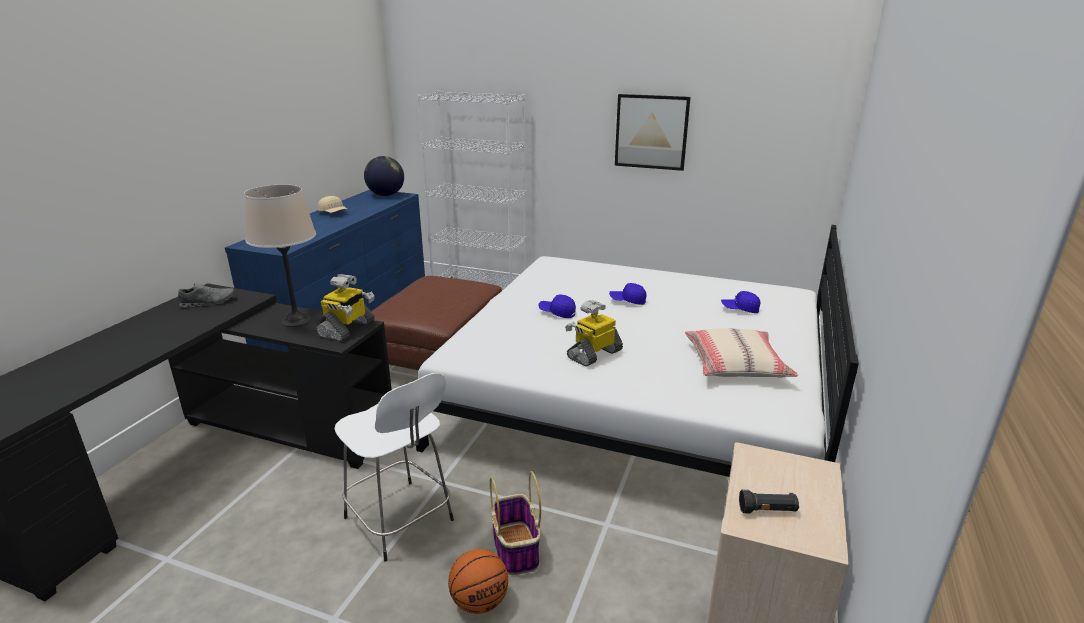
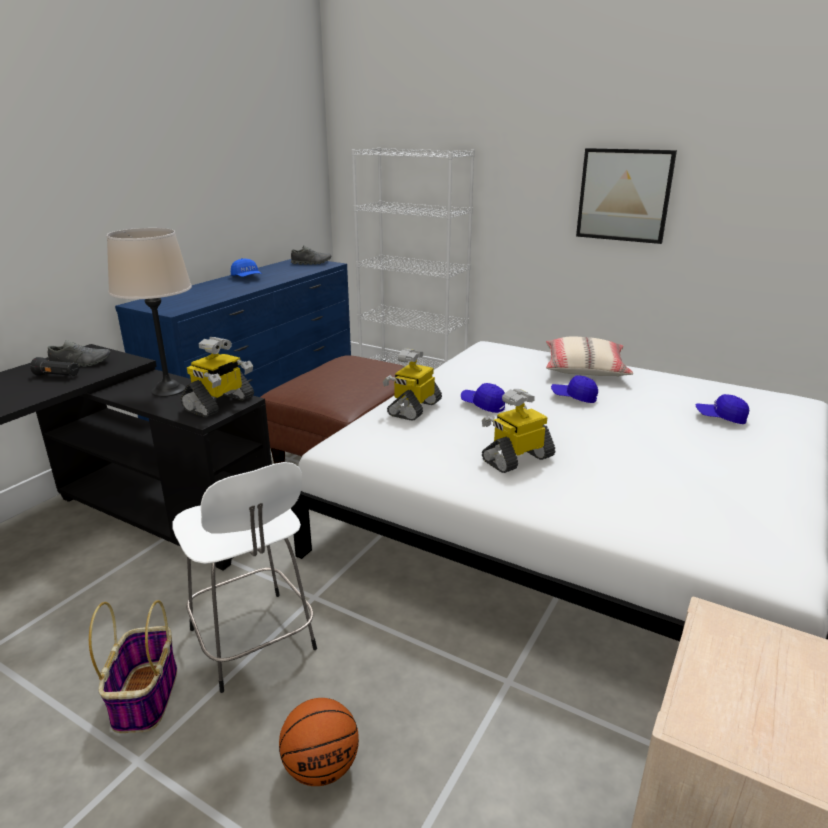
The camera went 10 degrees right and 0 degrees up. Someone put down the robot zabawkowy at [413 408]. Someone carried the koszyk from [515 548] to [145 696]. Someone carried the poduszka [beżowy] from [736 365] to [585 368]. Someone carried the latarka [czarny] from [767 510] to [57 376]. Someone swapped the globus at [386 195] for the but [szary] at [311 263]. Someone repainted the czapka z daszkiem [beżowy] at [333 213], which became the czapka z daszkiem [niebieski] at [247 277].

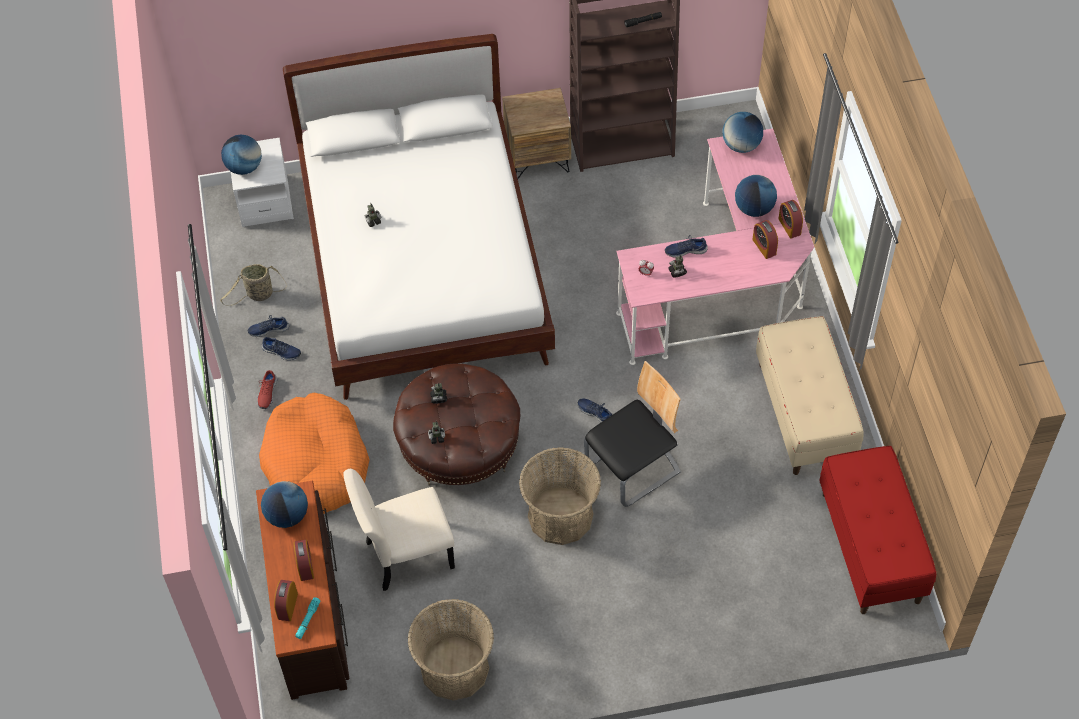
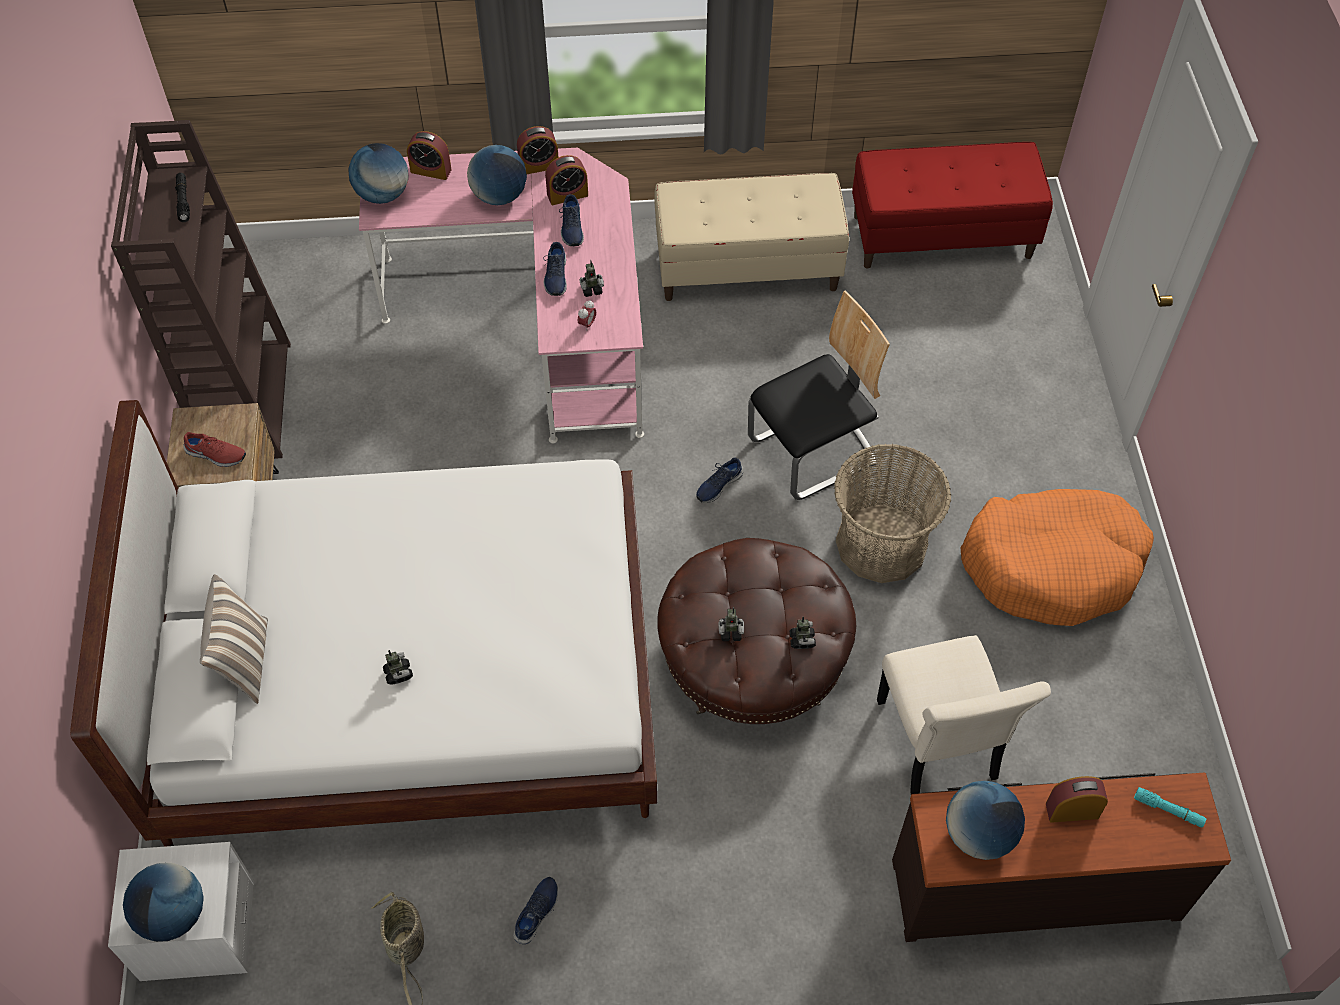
The camera went 85 degrees left and 0 degrees up. Someone took away the koszyk at [454 668]. Someone put down the poduszka at [244 661]. Someone carried the but [niebieski] from [268 329] to [571 228]. Someone carried the but [czerwony] from [267 393] to [215 455]. Someone carried the legowisko [pomarańczowy] from [317 463] to [1053 565]. Someone carried the budzik from [287 606] to [431 170]. Someone rotated the krzesło at [633 469] by 90 degrees clockwise.

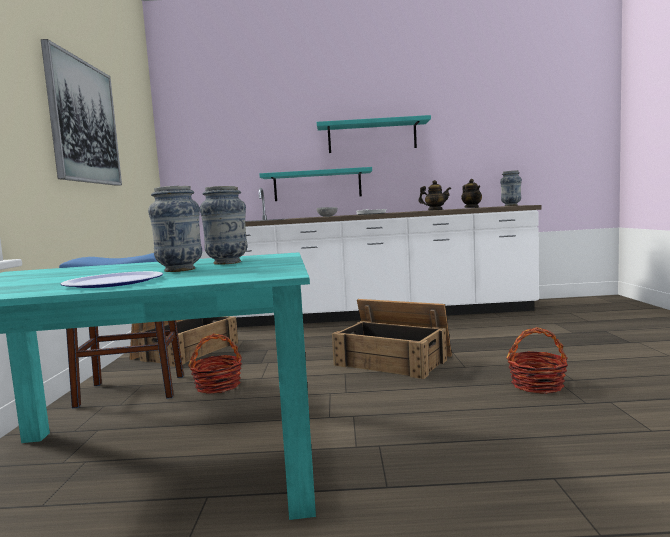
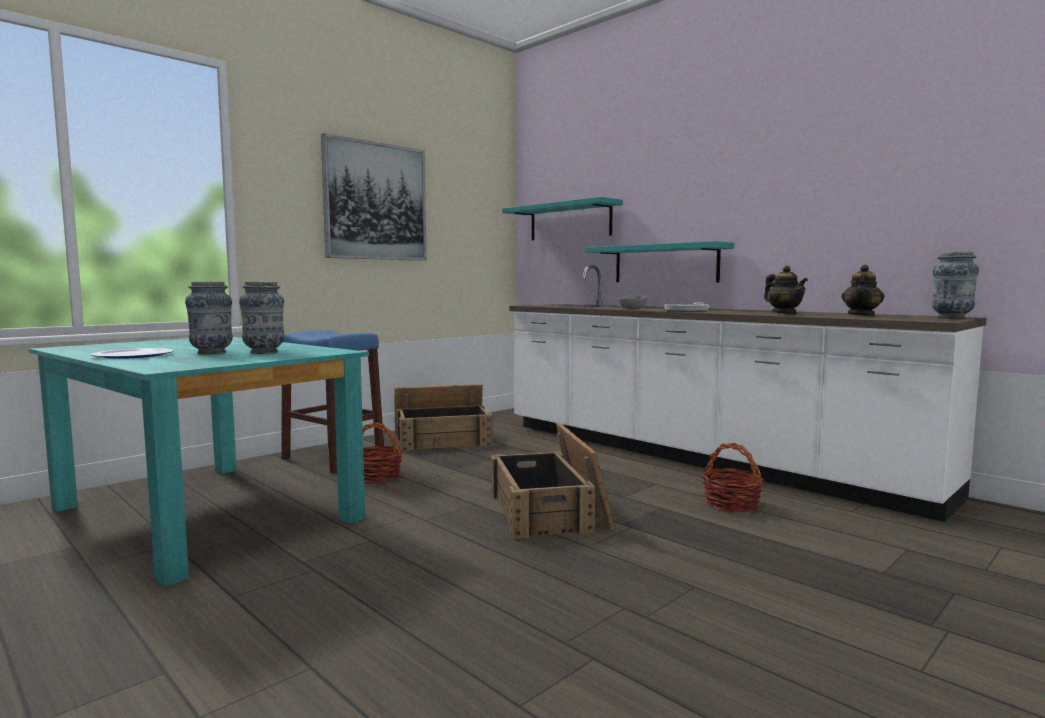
The camera went 45 degrees right and 0 degrees up. Someone carried the półka [turkusowy] from [372 137] to [570 221]. Someone carried the koszyk from [537 385] to [731 504].

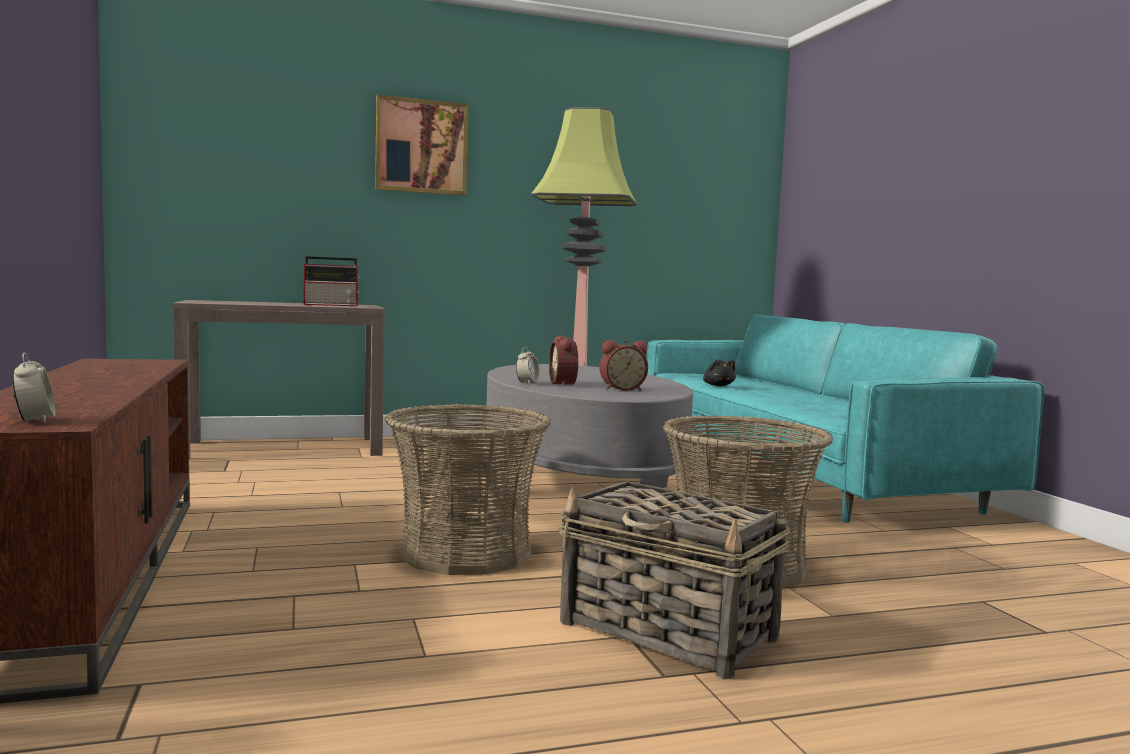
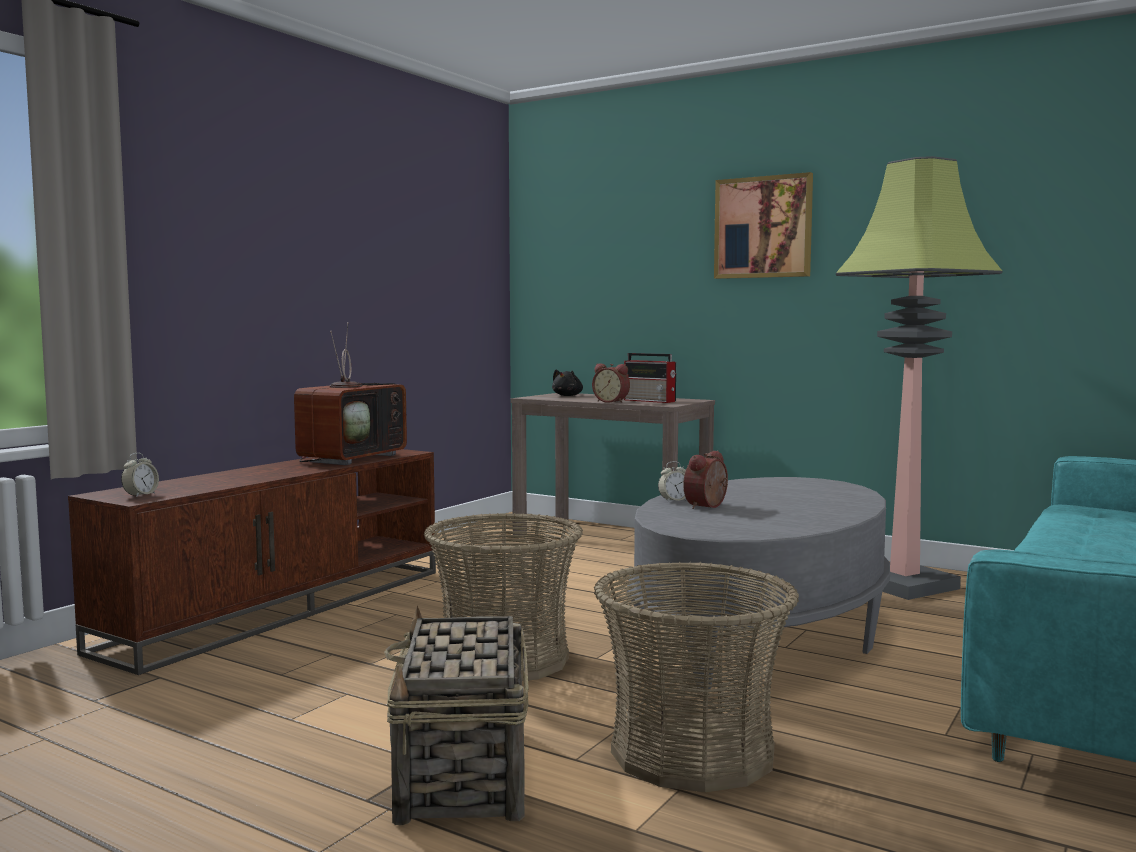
The camera went 50 degrees right and 0 degrees up. Someone put down the telewizor at [352 458]. Someone carried the budzik from [621 389] to [612 401]. Someone carried the pluszak [czarny] from [718 386] to [568 396].

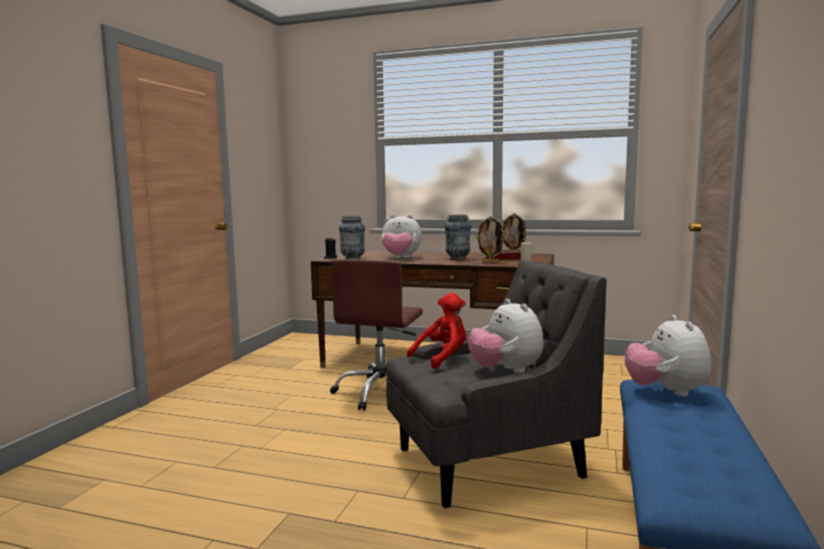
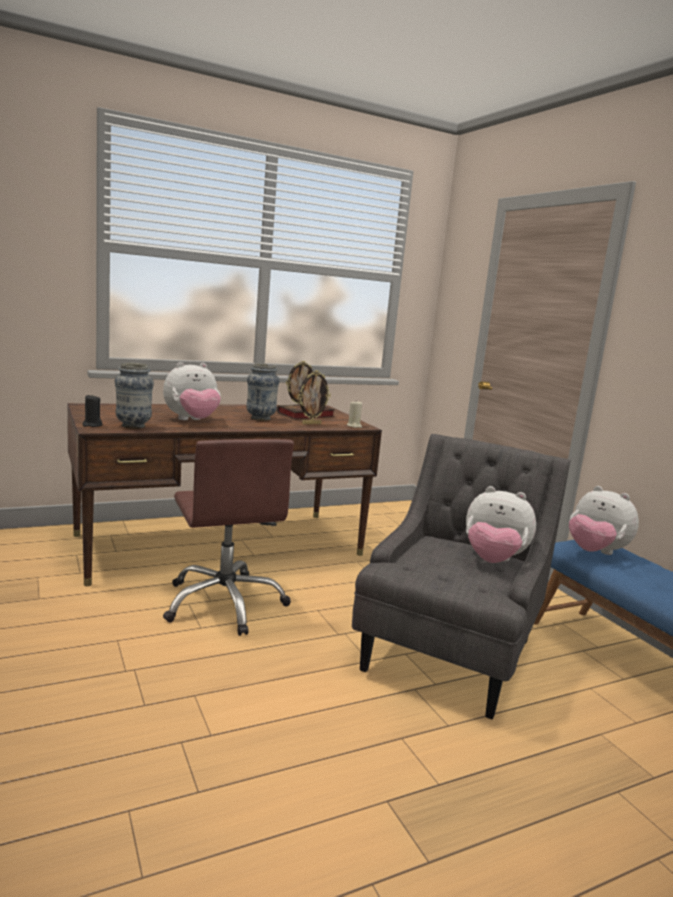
The camera went 45 degrees left and 5 degrees up. Someone took away the pluszak [czerwony] at [442 358].

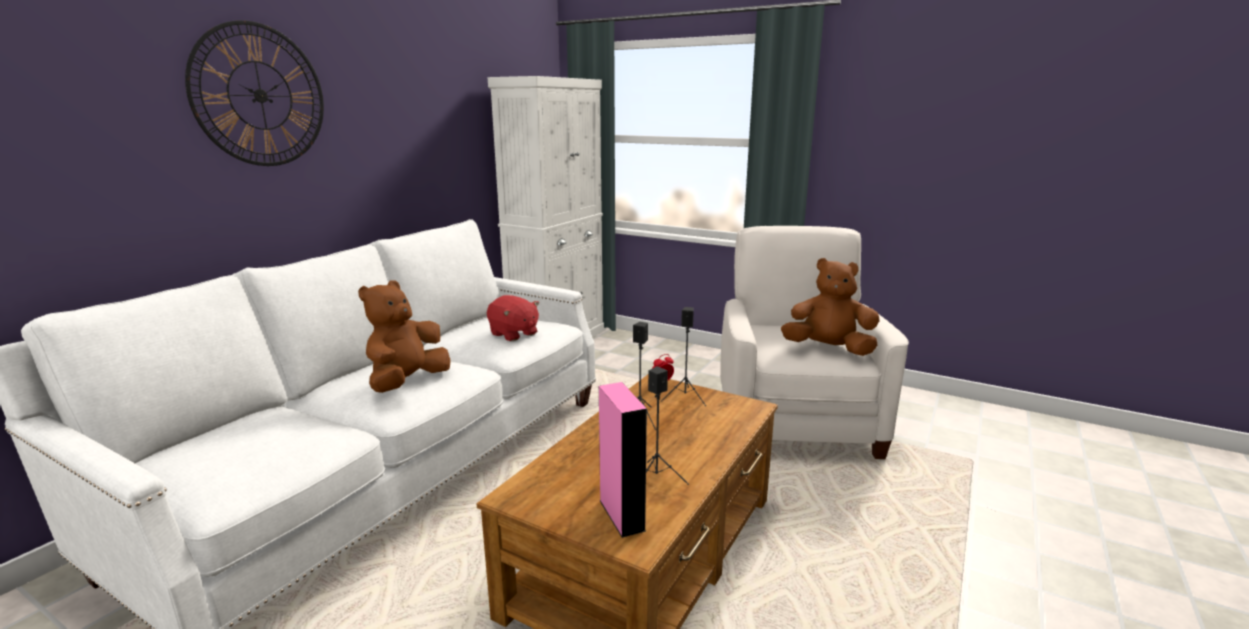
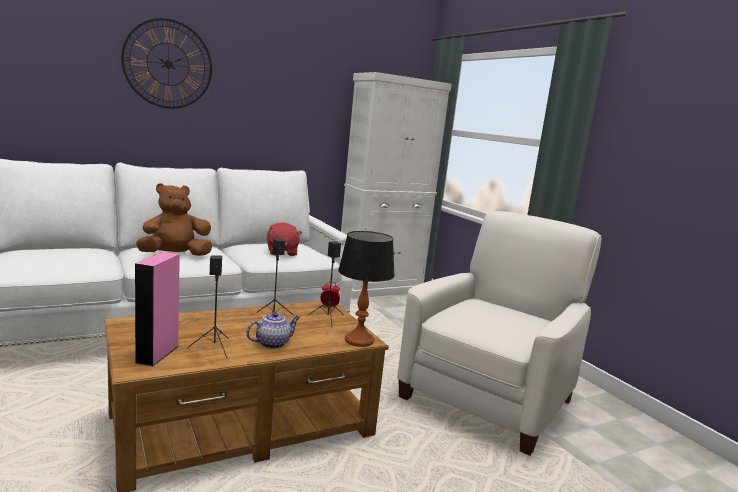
The camera went 30 degrees right and 5 degrees down. Someone took away the pluszak [brązowy] at [828 349]. Someone put down the imbryk at [273 343]. Someone put down the lampa stołowa at [358 340].

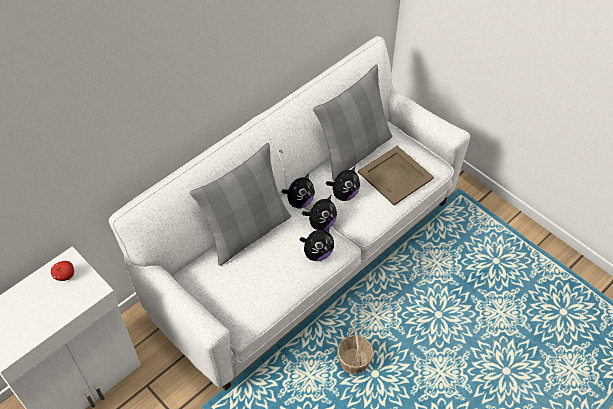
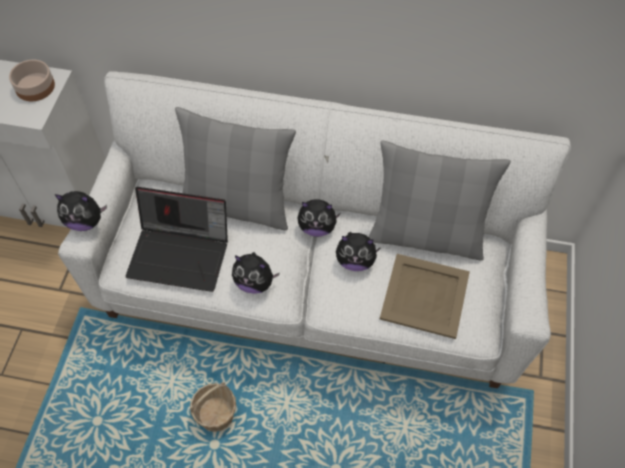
The camera went 55 degrees right and 5 degrees up. Someone put down the laptop at [181 254]. Someone carried the pluszak from [321 223] to [85 221]. Someone swapped the jabłko at [65 276] for the miska at [35 86].

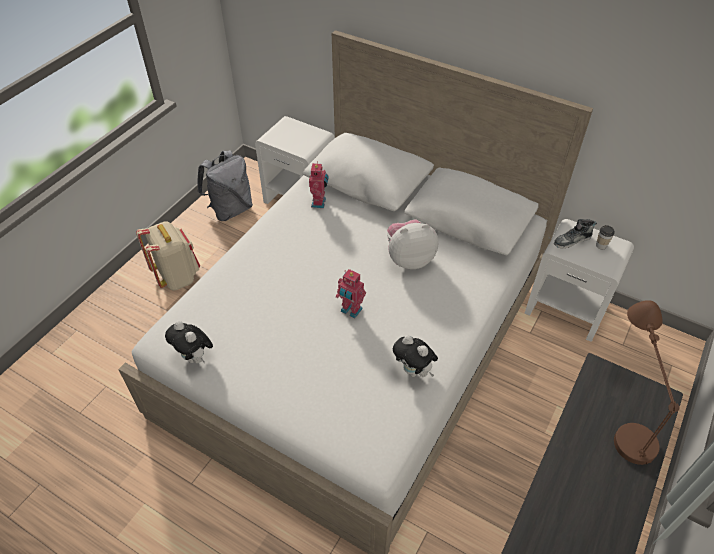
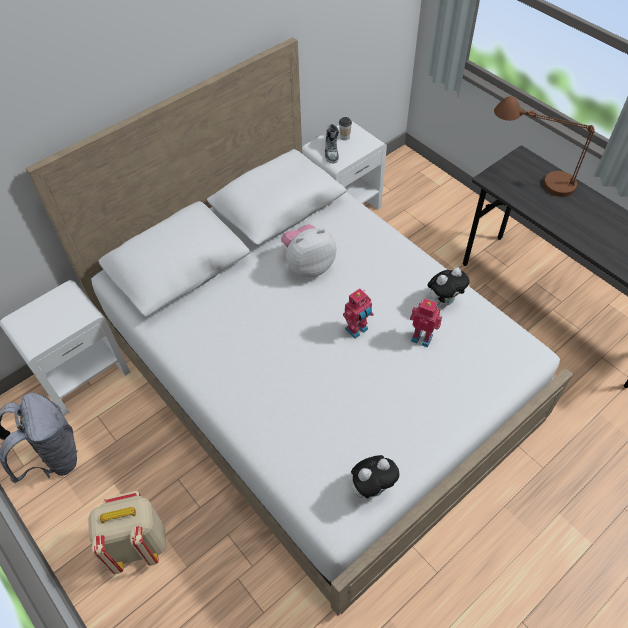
The camera went 70 degrees left and 5 degrees up. Someone carried the robot zabawkowy from [319 203] to [422 337]. Someone rotated the pluszak at [409 258] by 60 degrees clockwise.

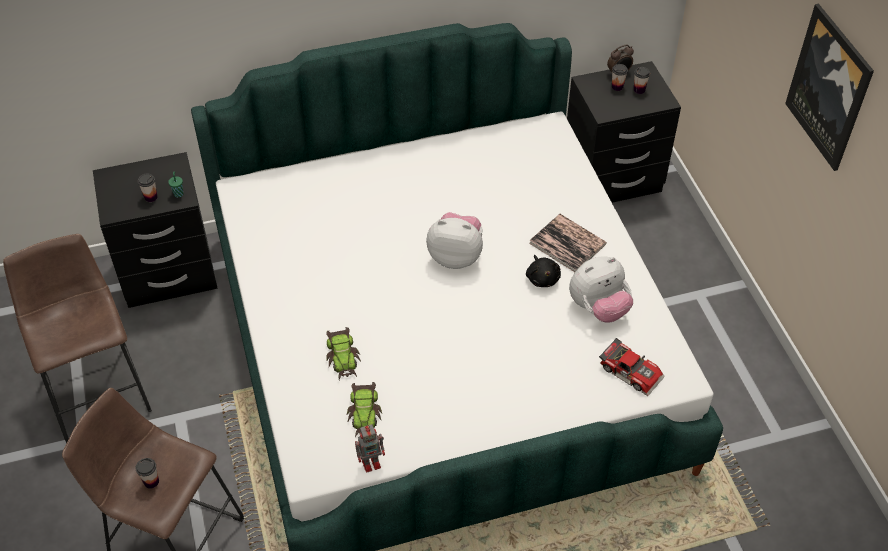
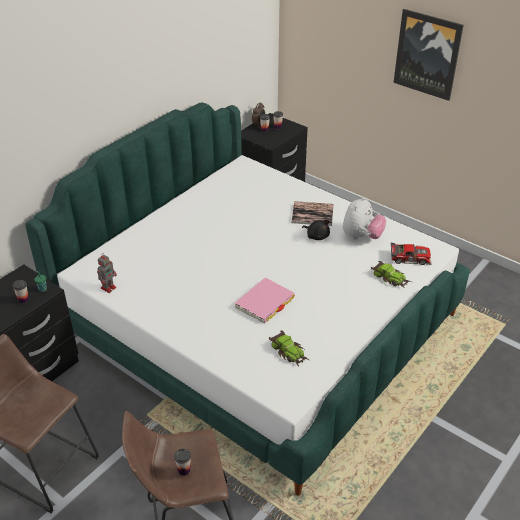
The camera went 35 degrees left and 10 degrees down. Someone took away the pluszak at [456 256]. Someone put down the książka [różowy] at [265 302]. Someone carried the samochodzik from [343 357] to [390 278]. Someone carried the robot zabawkowy from [372 462] to [109 287].

